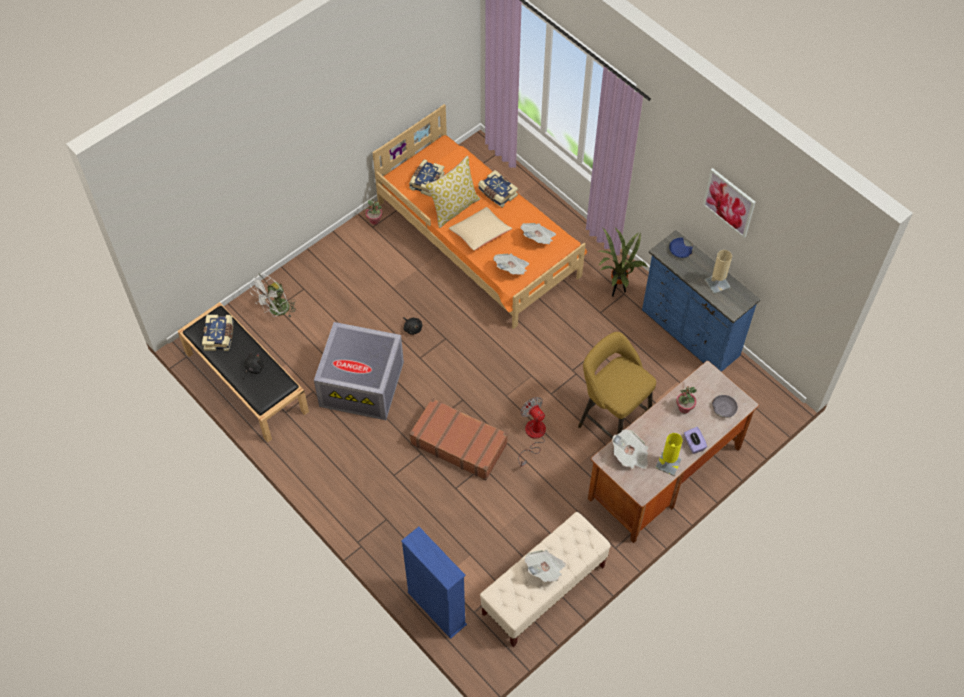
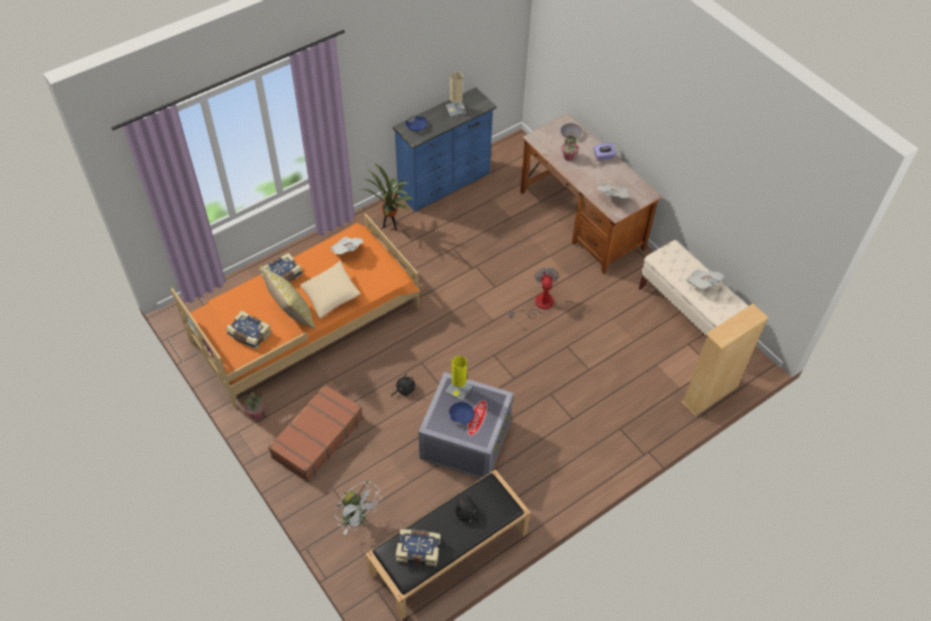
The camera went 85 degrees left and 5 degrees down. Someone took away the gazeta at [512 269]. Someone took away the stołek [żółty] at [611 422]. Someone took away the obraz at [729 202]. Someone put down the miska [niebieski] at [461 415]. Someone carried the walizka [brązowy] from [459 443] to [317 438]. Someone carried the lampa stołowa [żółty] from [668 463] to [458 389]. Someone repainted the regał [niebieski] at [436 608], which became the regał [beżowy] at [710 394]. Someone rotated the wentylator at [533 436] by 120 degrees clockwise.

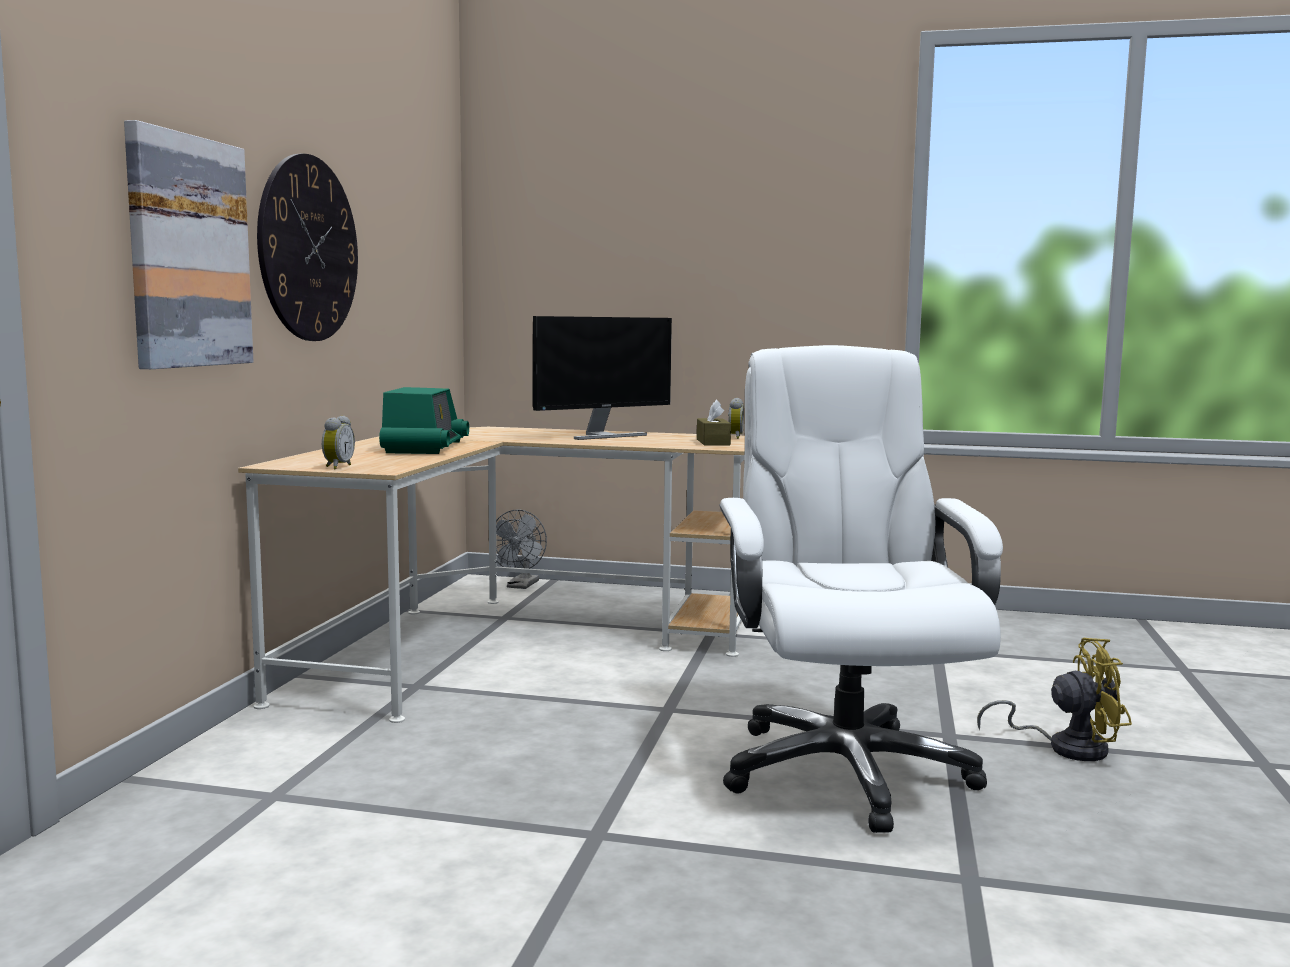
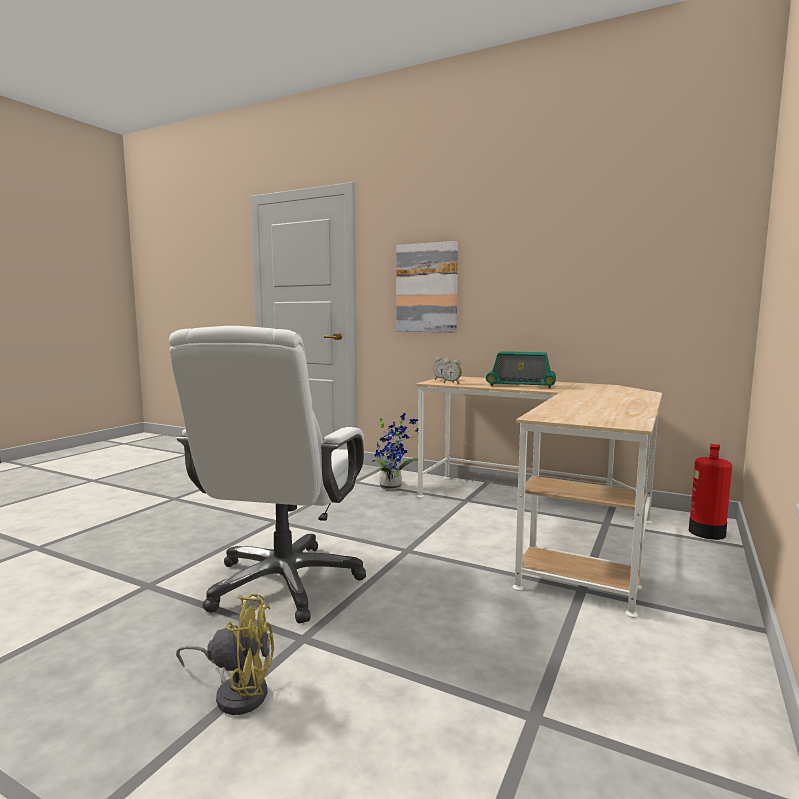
The camera went 105 degrees right and 0 degrees up. Someone took away the zegar ścienny at [308 249]. Someone took away the monitor at [602 436]. Someone took away the pudełko chusteczek [brązowy] at [713 442]. Someone put down the roślina doniczkowa at [393 487]. Someone carried the budzik from [733 437] to [452 383]. Someone swapped the wentylator [szary] at [521 586] for the gaśnica at [706 533]. Someone rotated the krzesło biurowe [biały] at [844 770] by 90 degrees clockwise. Someone rotated the wentylator [żółty] at [1066 747] by 105 degrees counterclockwise.

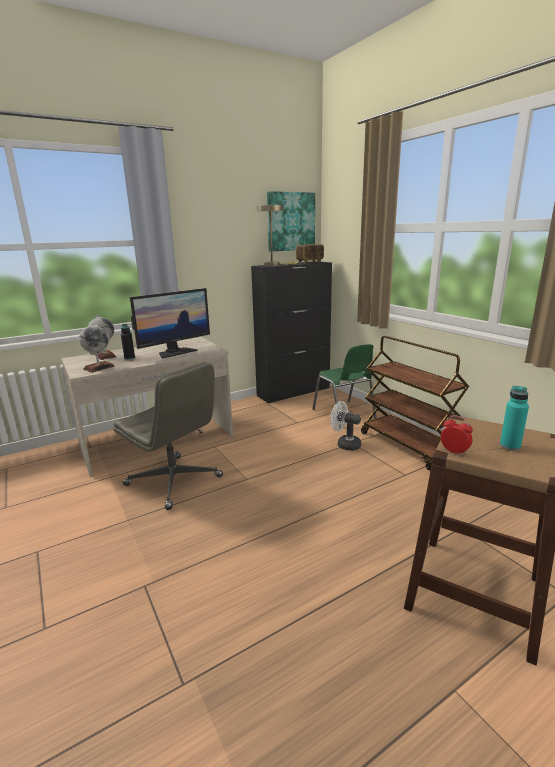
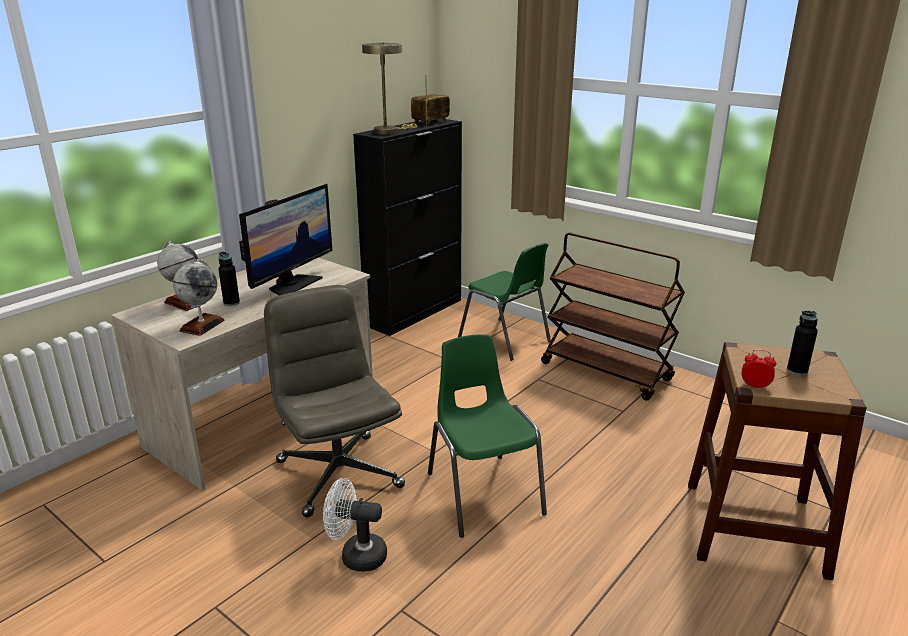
The camera went 20 degrees left and 5 degrees up. Someone took away the obraz at [290 221]. Someone put down the krzesło [zielony] at [483 492]. Someone carried the wentylator [biały] from [345 444] to [356 555]. Someone repainted the butelka [turkusowy] at [510 446], which became the butelka [czarny] at [797 371]. Someone rotated the krzesło biurowe [szary] at [175 481] by 135 degrees counterclockwise.

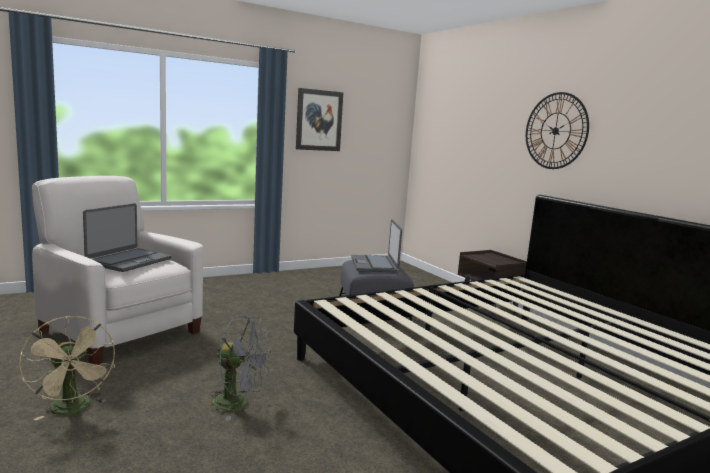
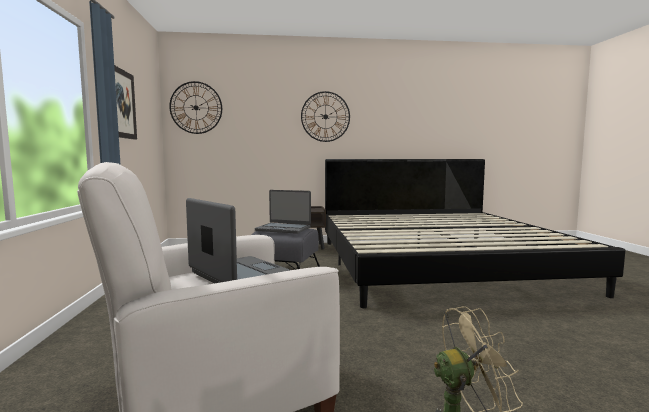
The camera went 65 degrees left and 5 degrees down. Someone took away the wentylator [szary] at [238 404]. Someone put up the zegar ścienny at [196 107].

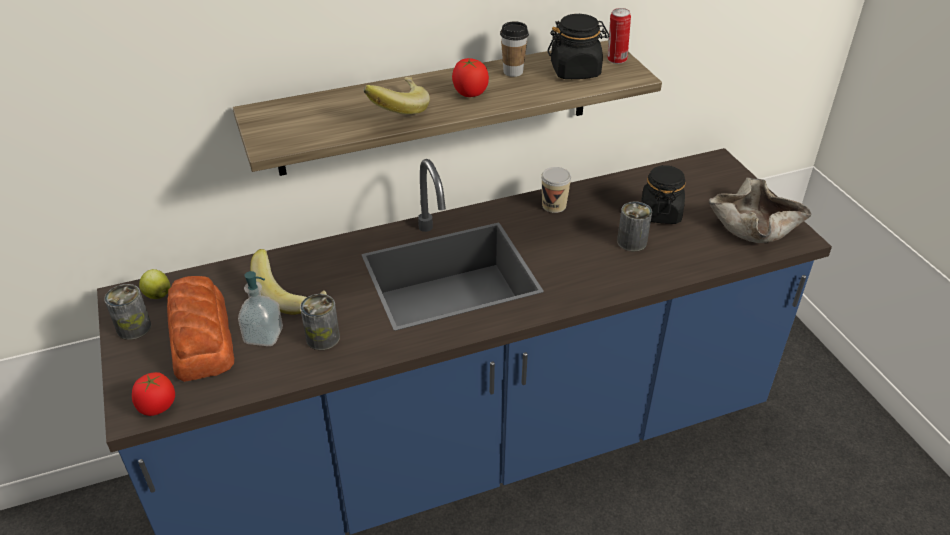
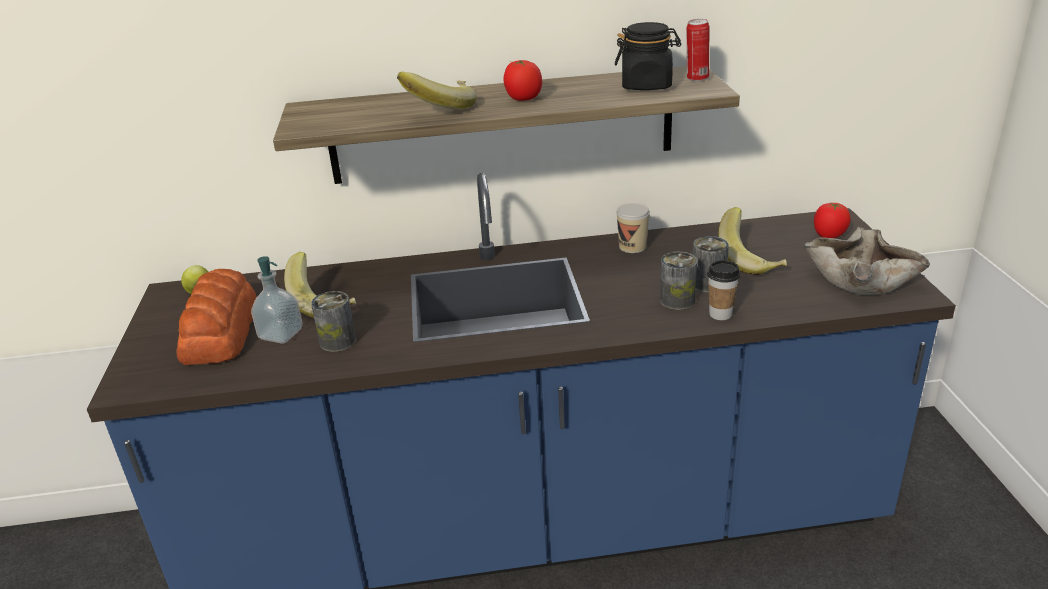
The camera went 15 degrees right and 10 degrees down. Someone carried the puszka from [134 328] to [677 300]. Someone carried the pomidor from [157 407] to [829 235]. Someone carried the filiżanka from [513 72] to [720 314]. Someone swapped the słoik [czarny] at [660 213] for the banan at [751 260].

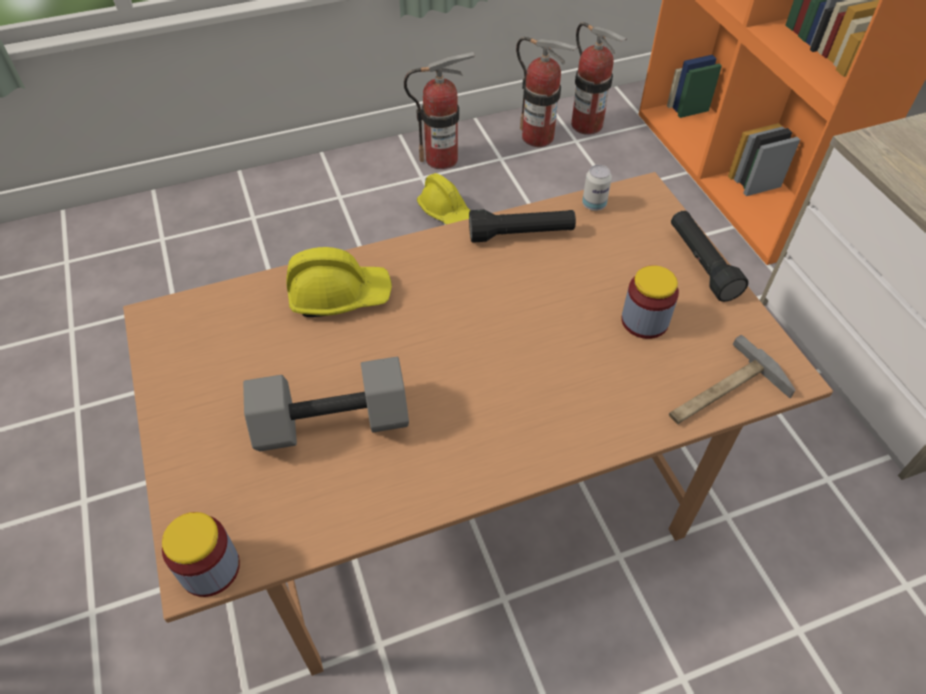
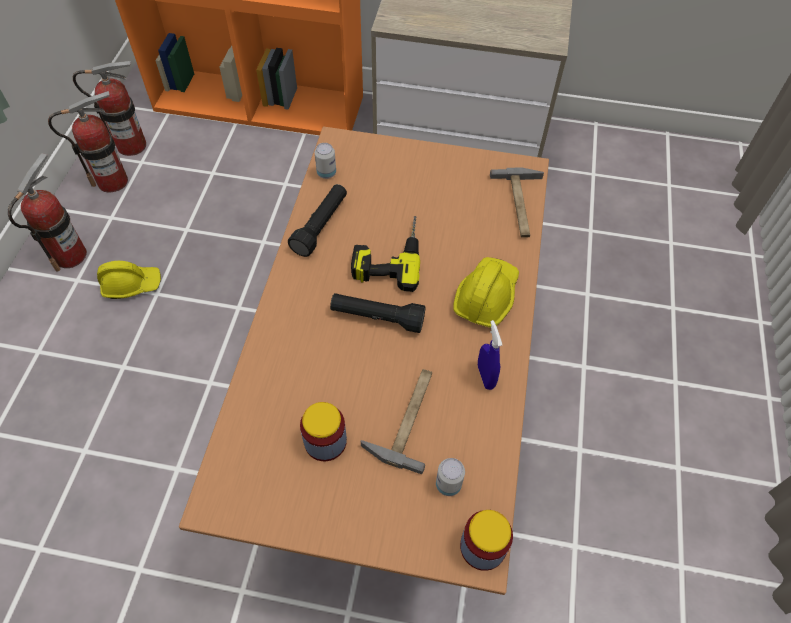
The camera went 60 degrees left and 5 degrees up. Someone put down the wiertarka at [388 254]. Someone put down the puszka at [448 484]. Someone put down the spryskiwacz [niebieski] at [485 376]. Someone carried the kask [żółty] from [339 295] to [486 296]. Someone carried the słoik from [644 321] to [325 441]. Someone carried the latarka [czarny] from [701 264] to [377 318]. Someone swapped the hantel [szary] at [334 420] for the młotek at [407 417].

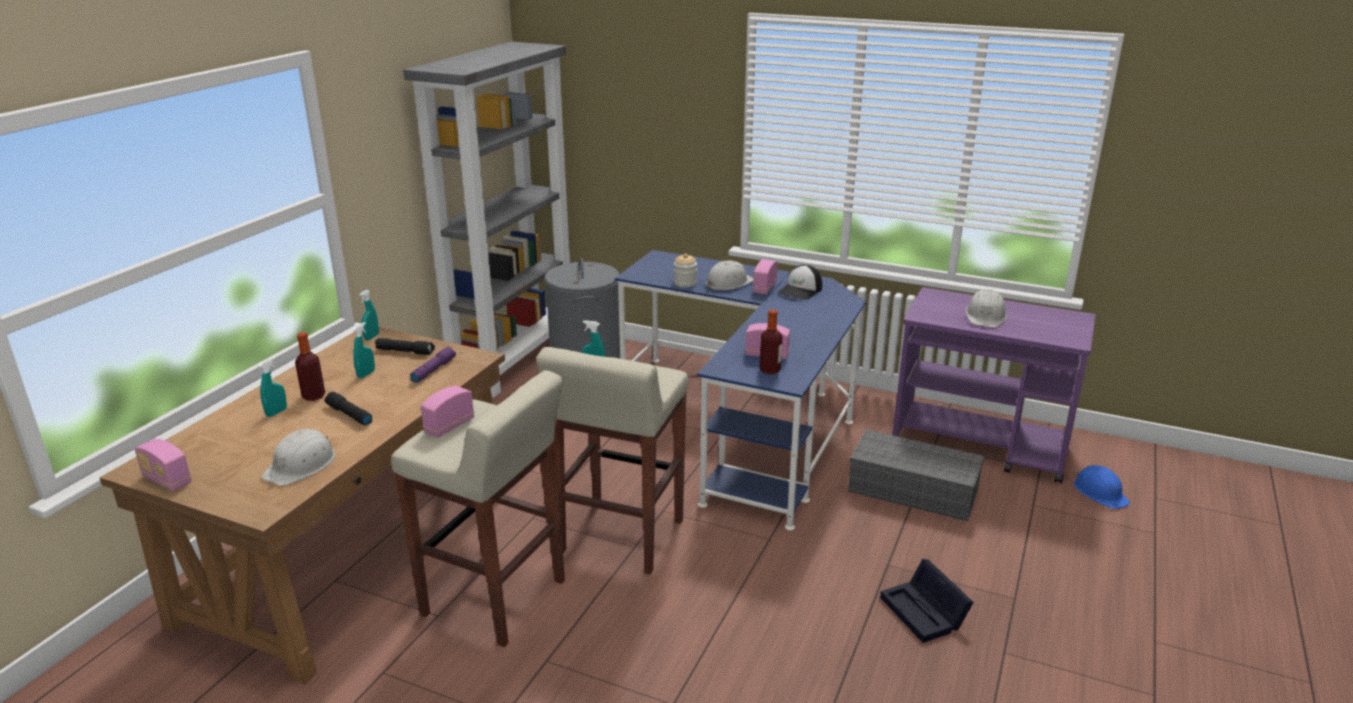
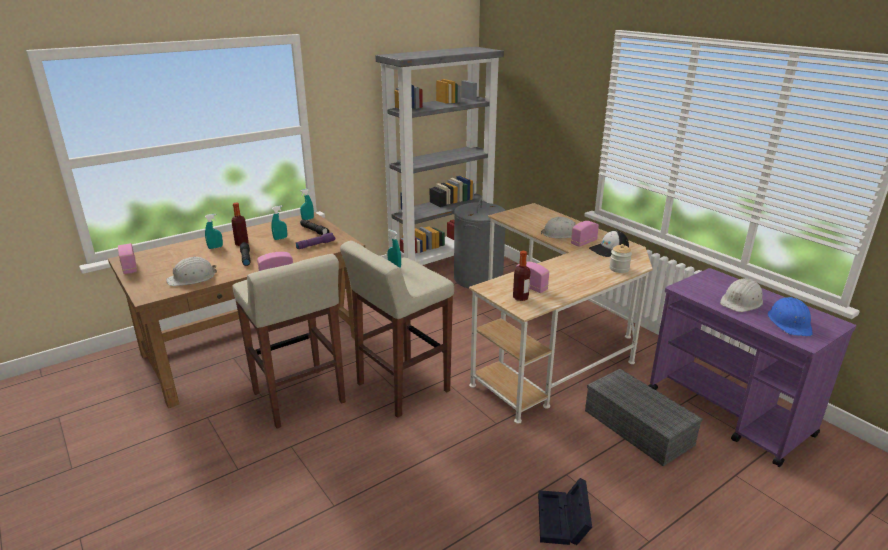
The camera went 30 degrees right and 0 degrees up. Someone carried the słoik from [685 283] to [619 269]. Someone carried the kask [niebieski] from [1100 492] to [790 323]. Someone repainted the biurko [niebieski] at [748 425], which became the biurko [beżowy] at [553 342].

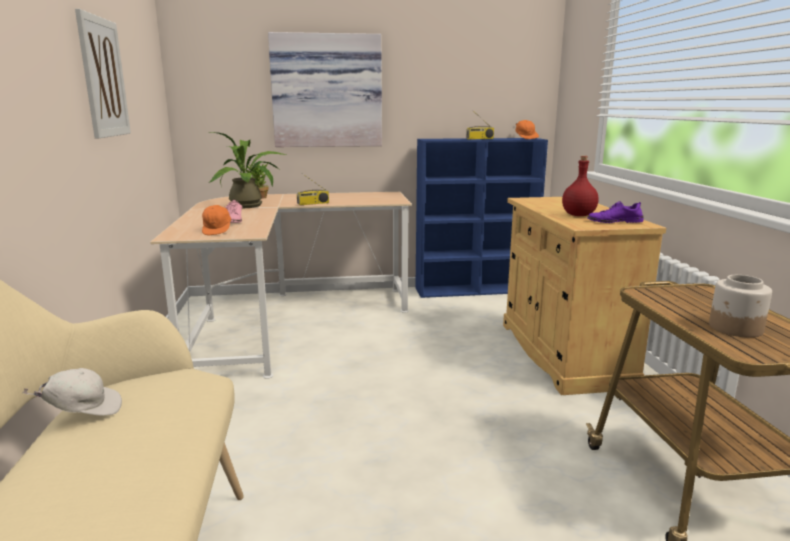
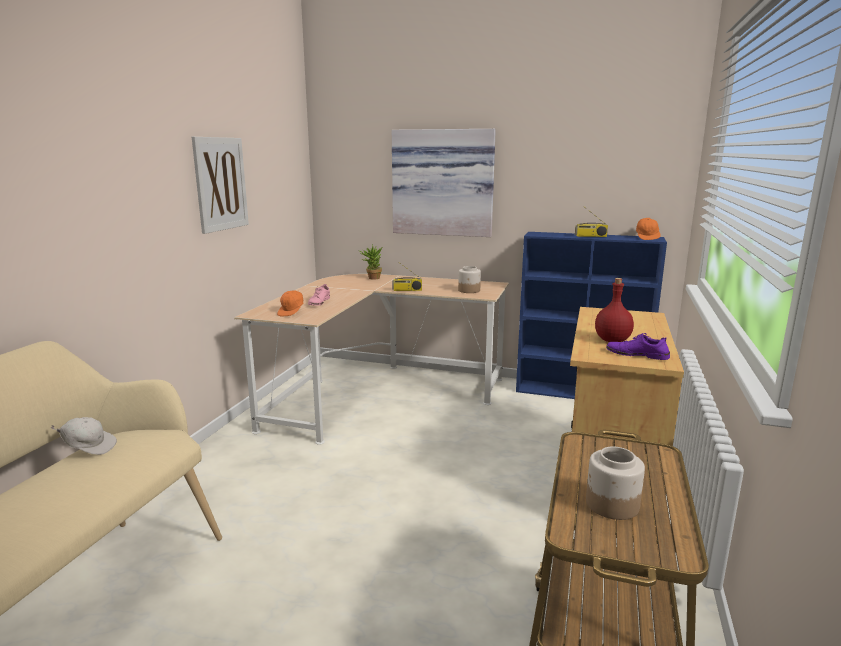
The camera went 25 degrees right and 0 degrees up. Someone took away the roślina doniczkowa at [250 206]. Someone put down the słoik at [469 290].

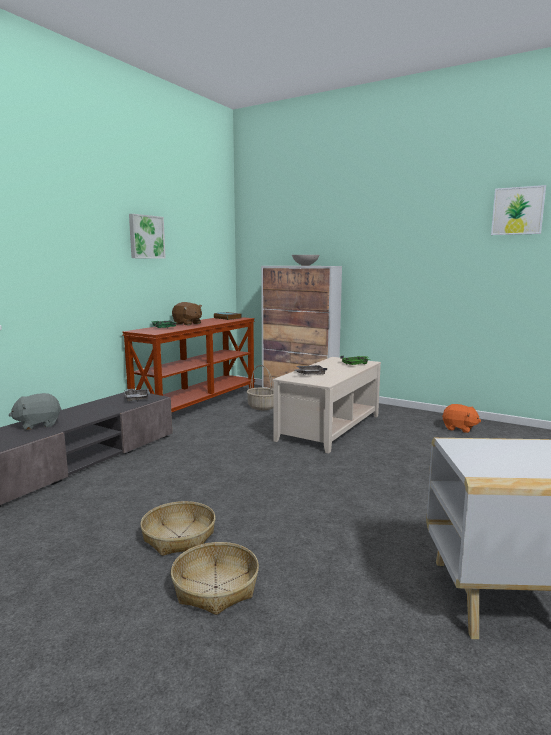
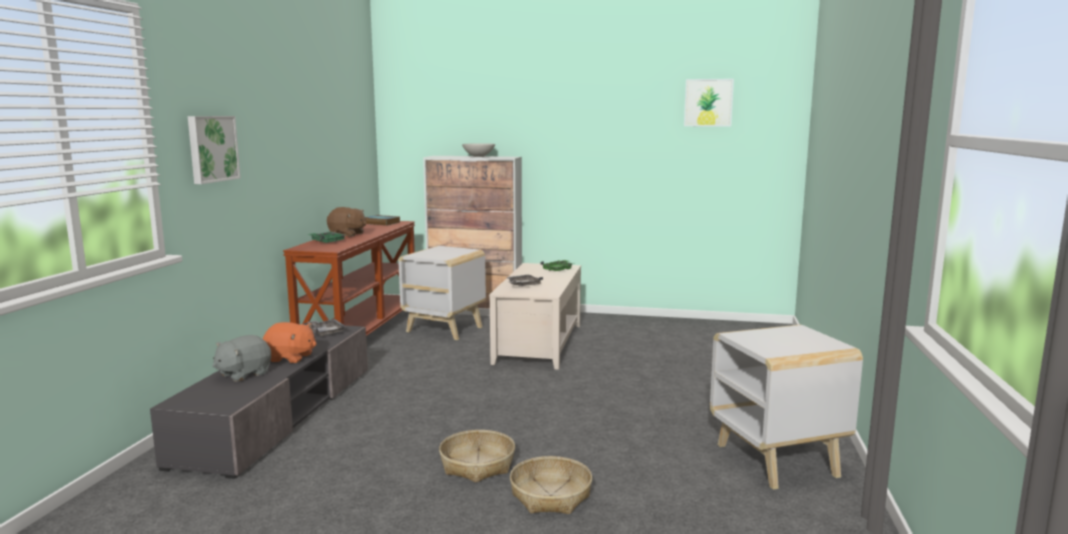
The camera went 20 degrees left and 0 degrees up. Someone carried the obraz from [146 237] to [211 148]. Someone carried the pluszak [pomarańczowy] from [459 428] to [290 358]. Someone swapped the koszyk at [261 407] for the stolik [biały] at [443 329].

